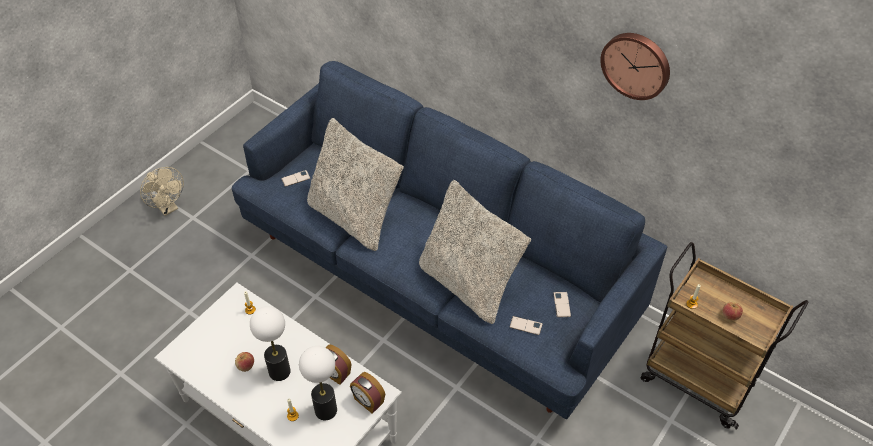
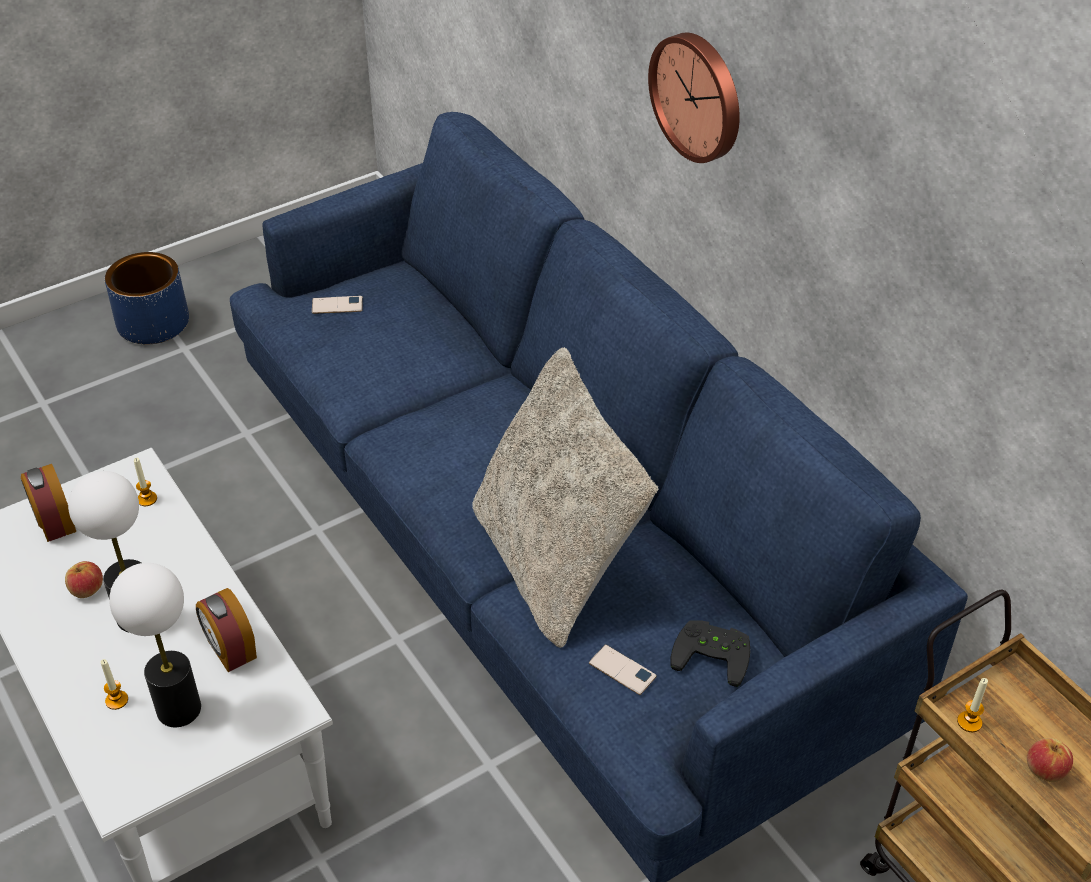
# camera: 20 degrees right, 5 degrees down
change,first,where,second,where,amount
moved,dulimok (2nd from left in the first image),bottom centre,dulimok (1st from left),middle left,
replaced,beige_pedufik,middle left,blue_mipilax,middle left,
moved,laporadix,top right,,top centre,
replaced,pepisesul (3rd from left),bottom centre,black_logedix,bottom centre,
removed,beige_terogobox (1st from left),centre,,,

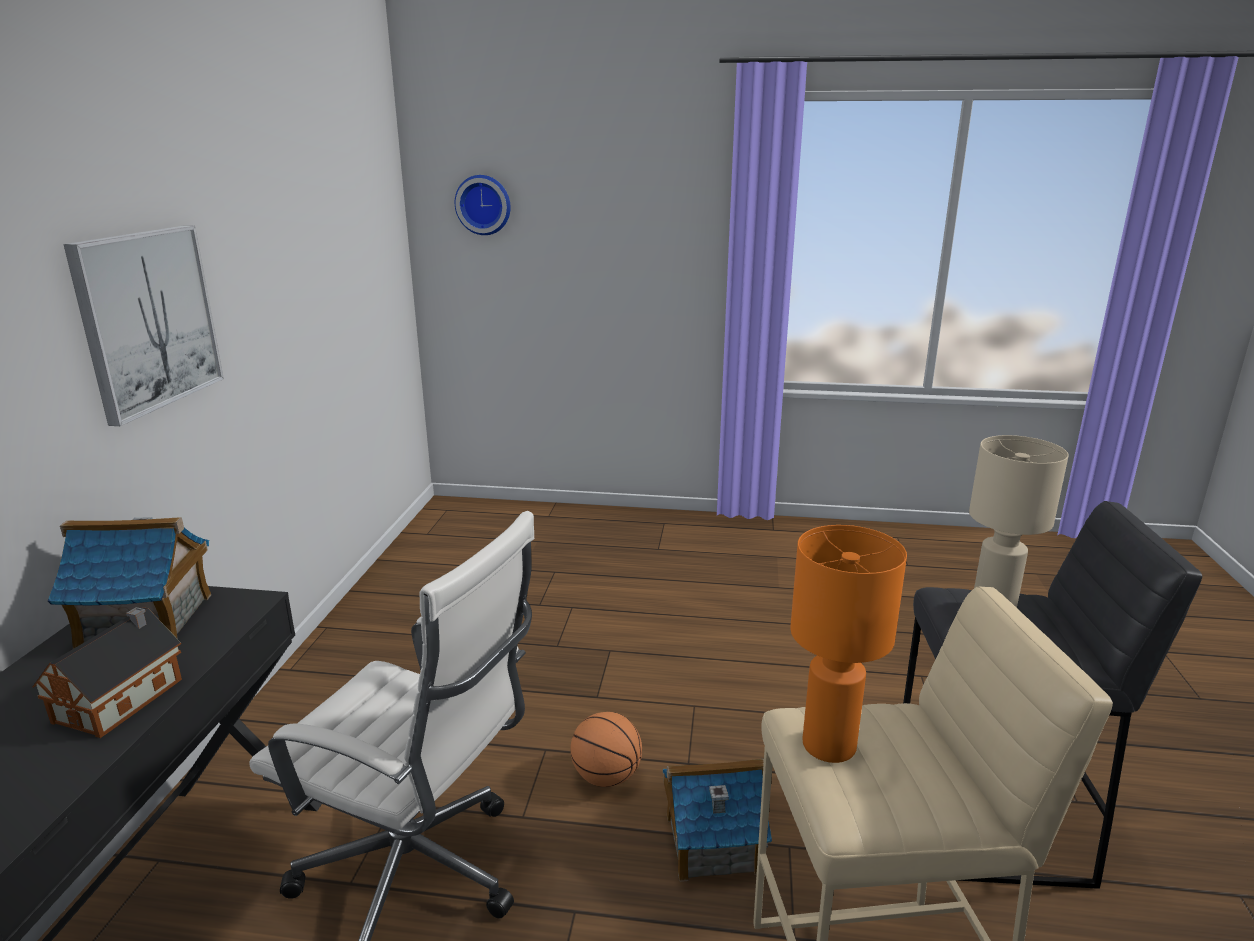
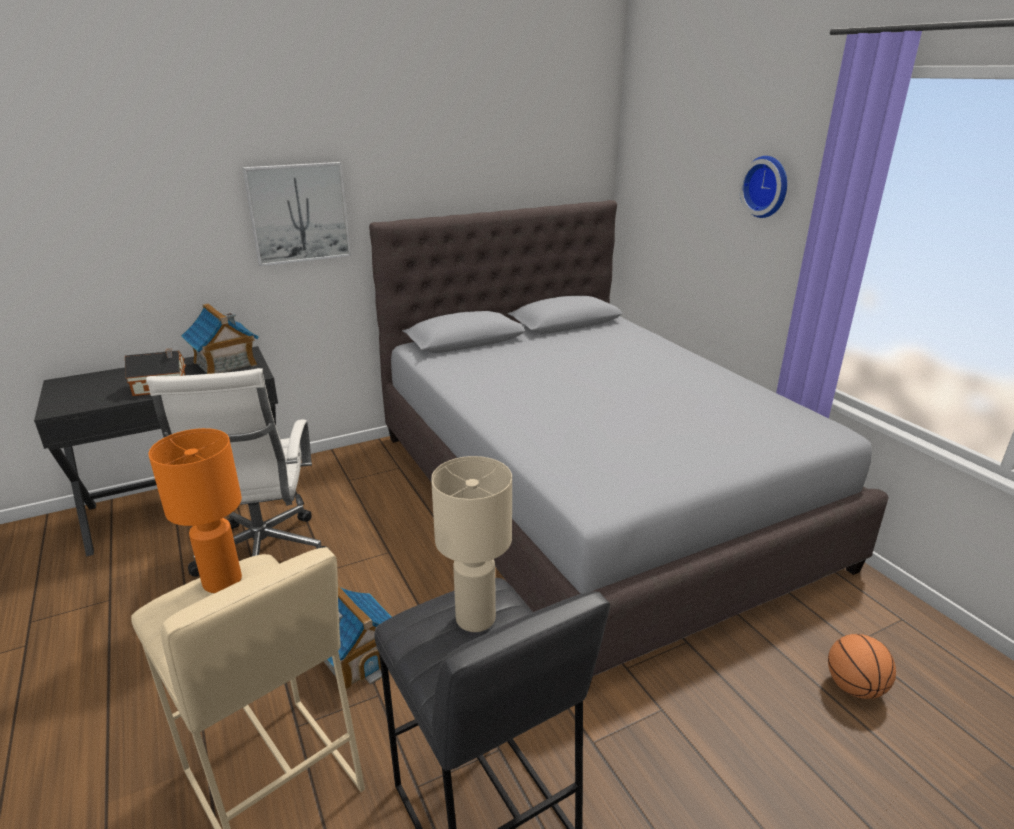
# camera: 55 degrees right, 5 degrees up
change,first,where,second,where,amount
added,,,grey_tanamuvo,centre,
moved,laporadix,top centre,,top right,
moved,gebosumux,bottom centre,,bottom right,

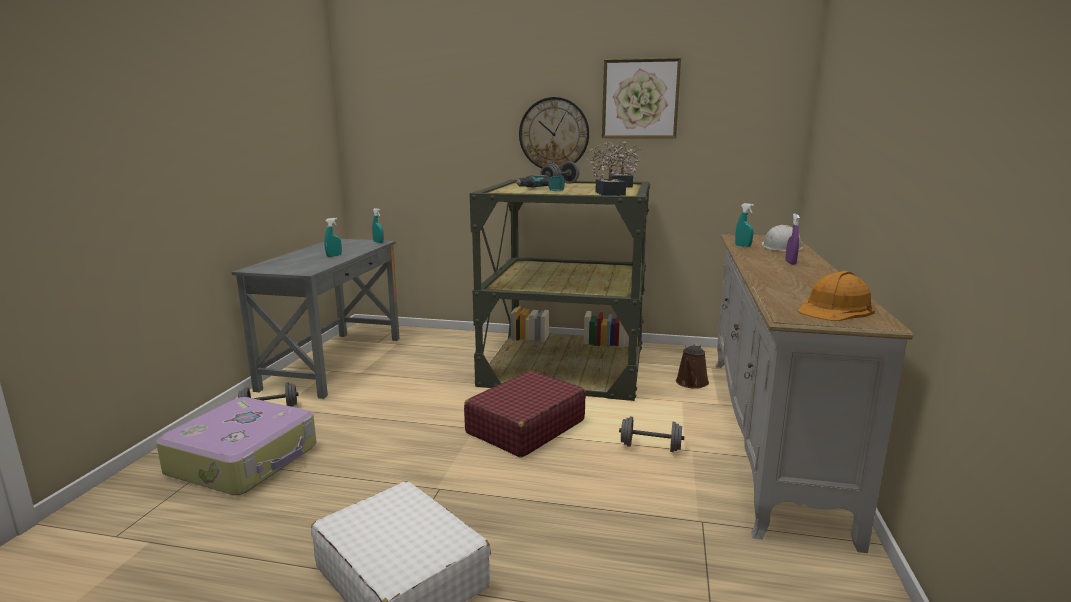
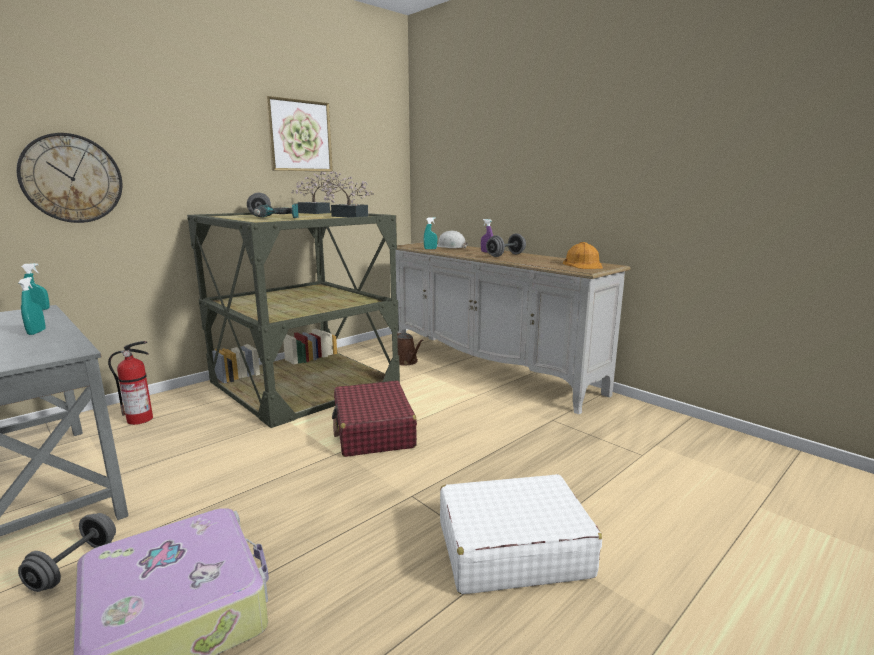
# camera: 55 degrees left, 0 degrees up
change,first,where,second,where,amount
moved,laporadix,top centre,,top left,
added,,,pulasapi,middle left,
moved,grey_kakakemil (3rd from left),bottom centre,,centre,

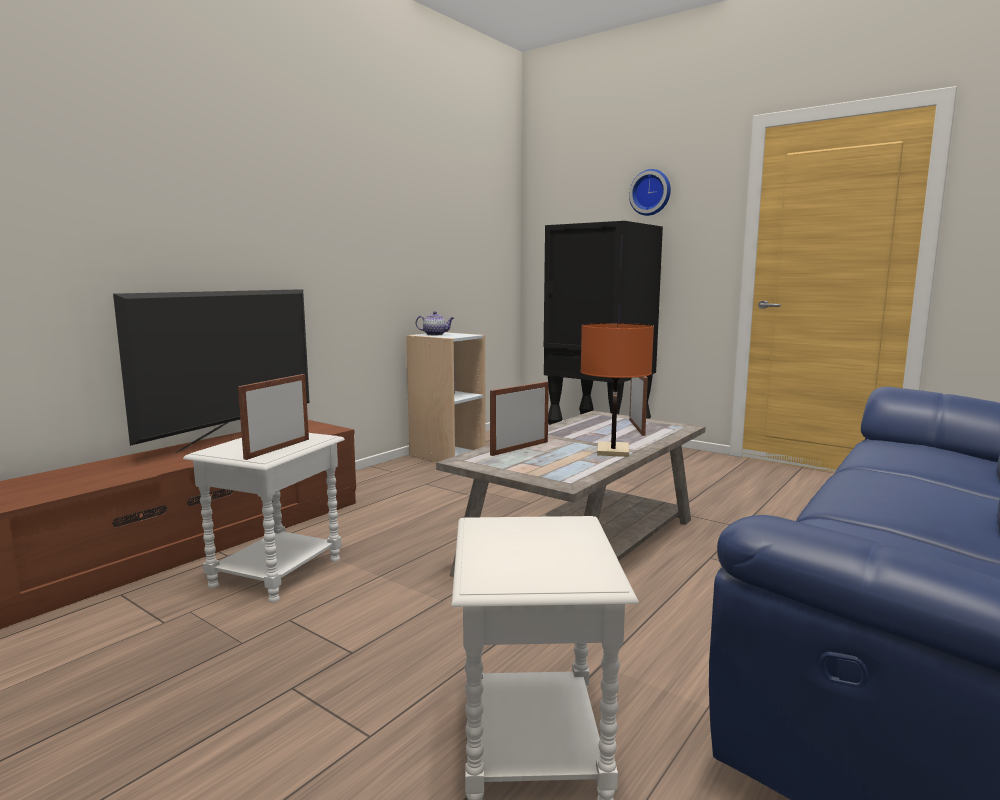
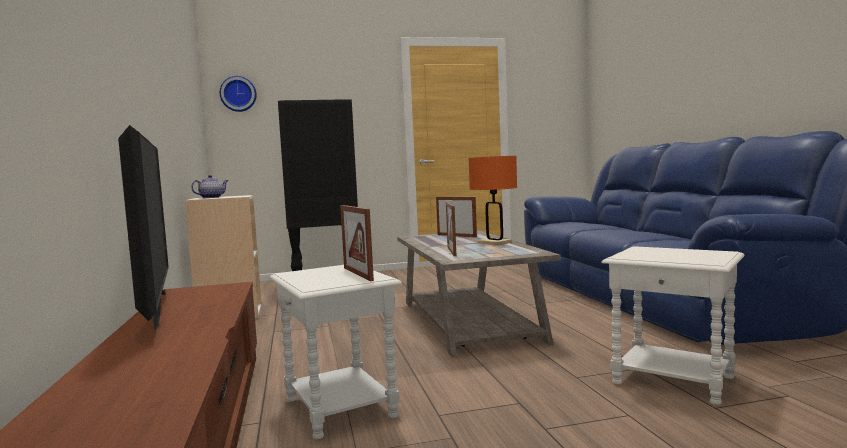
# camera: 50 degrees left, 5 degrees down
change,first,where,second,where,amount
moved,laporadix,top centre,,top left,

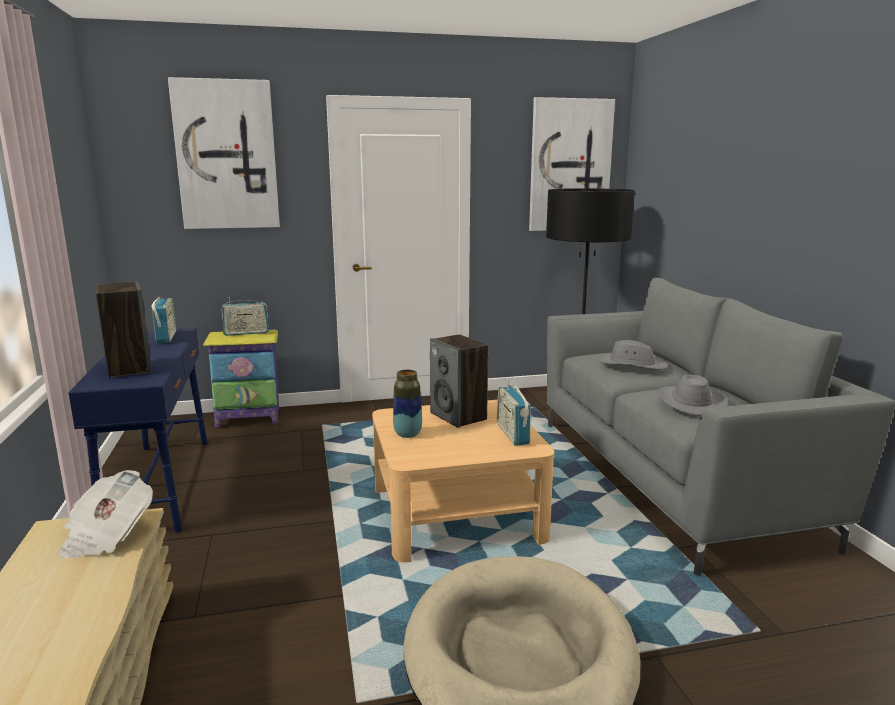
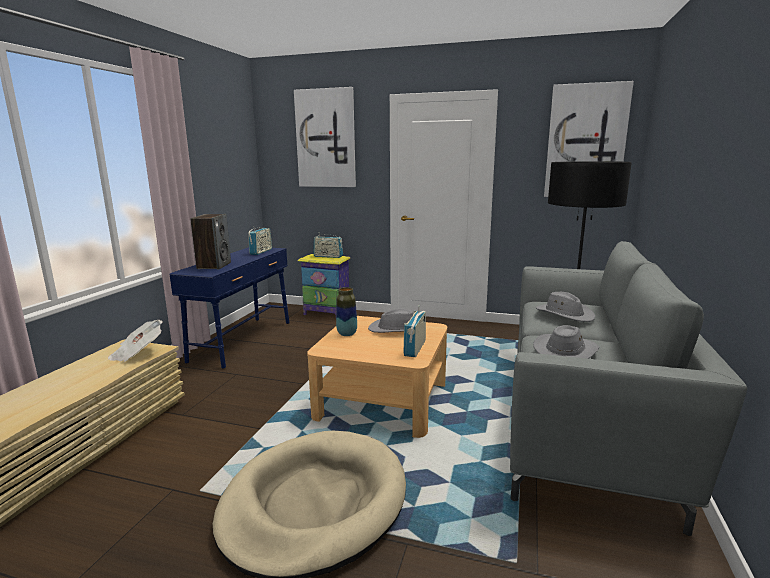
# camera: 30 degrees right, 0 degrees up
change,first,where,second,where,amount
replaced,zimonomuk (2nd from left),centre,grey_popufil (1st from left),centre,

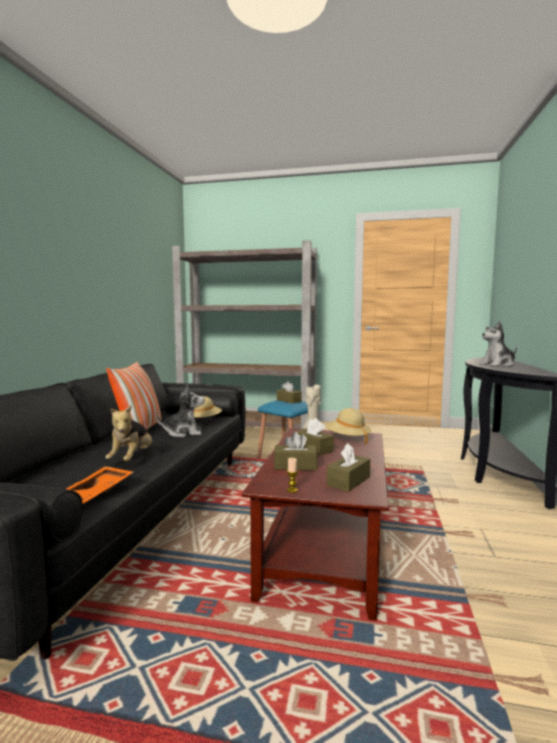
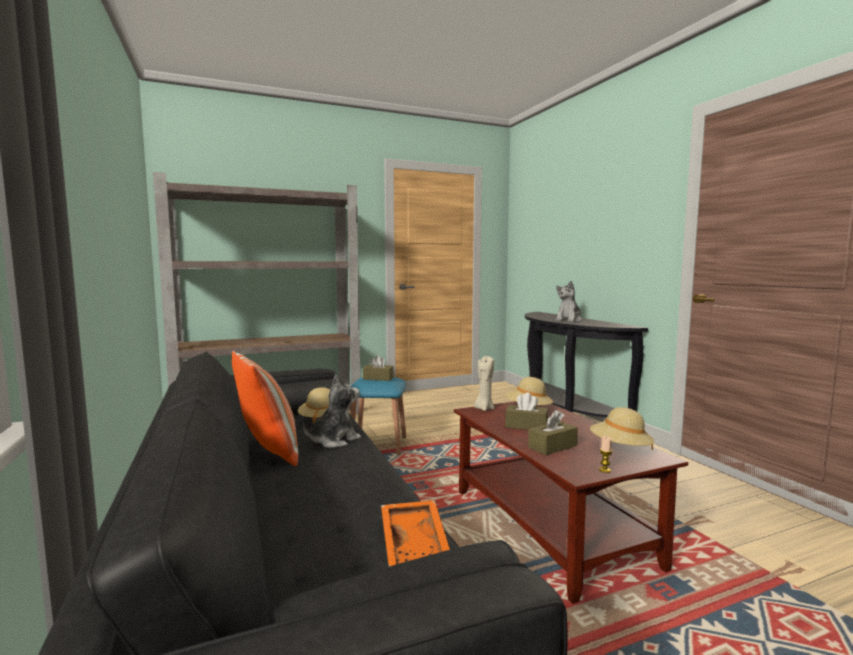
# camera: 35 degrees left, 0 degrees up
change,first,where,second,where,amount
replaced,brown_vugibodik (4th from left),centre,beige_popufil (3rd from left),middle right,
removed,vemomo (1st from left),middle left,,,

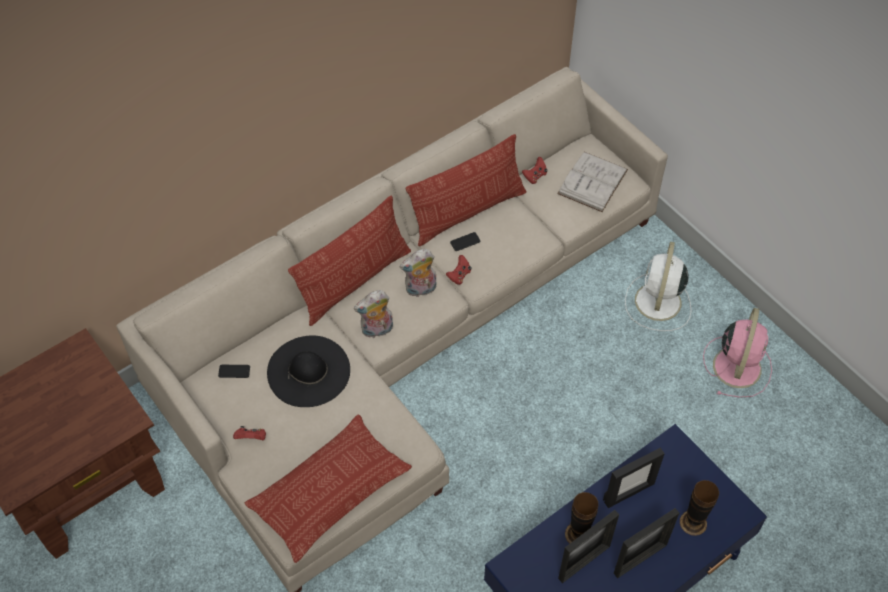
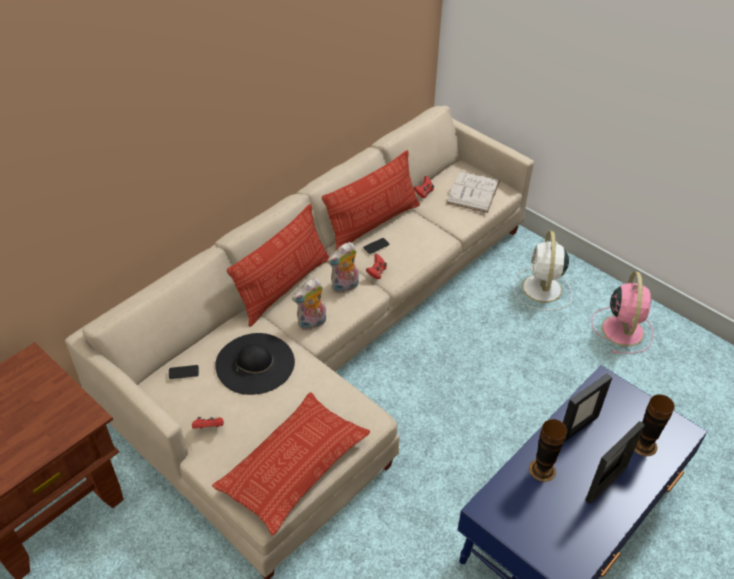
# camera: 10 degrees left, 10 degrees down
change,first,where,second,where,amount
removed,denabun (1st from left),bottom centre,,,

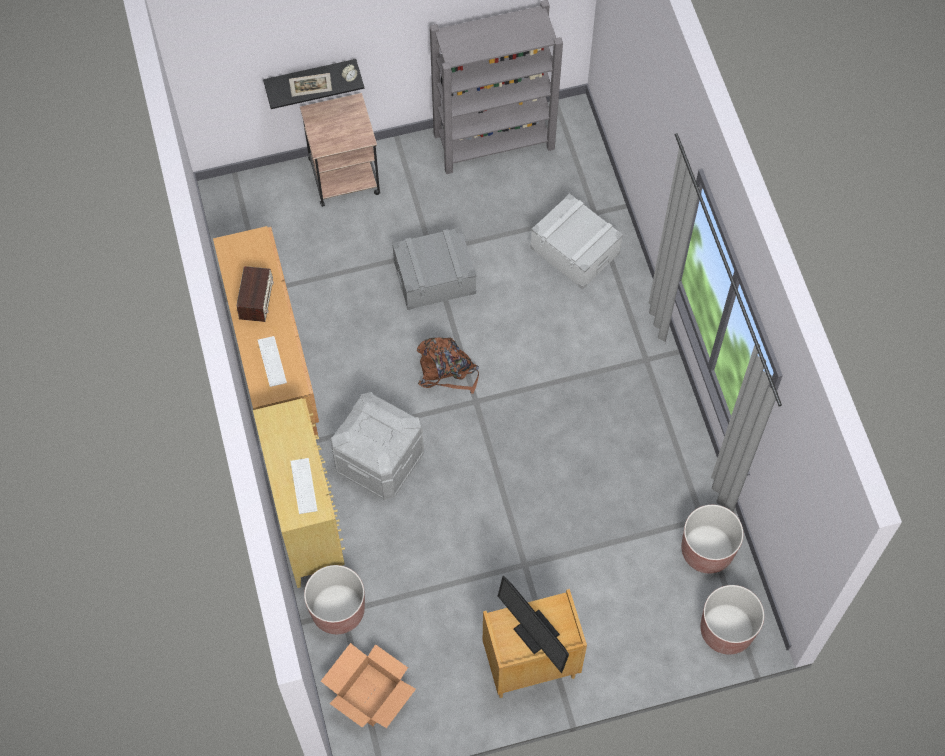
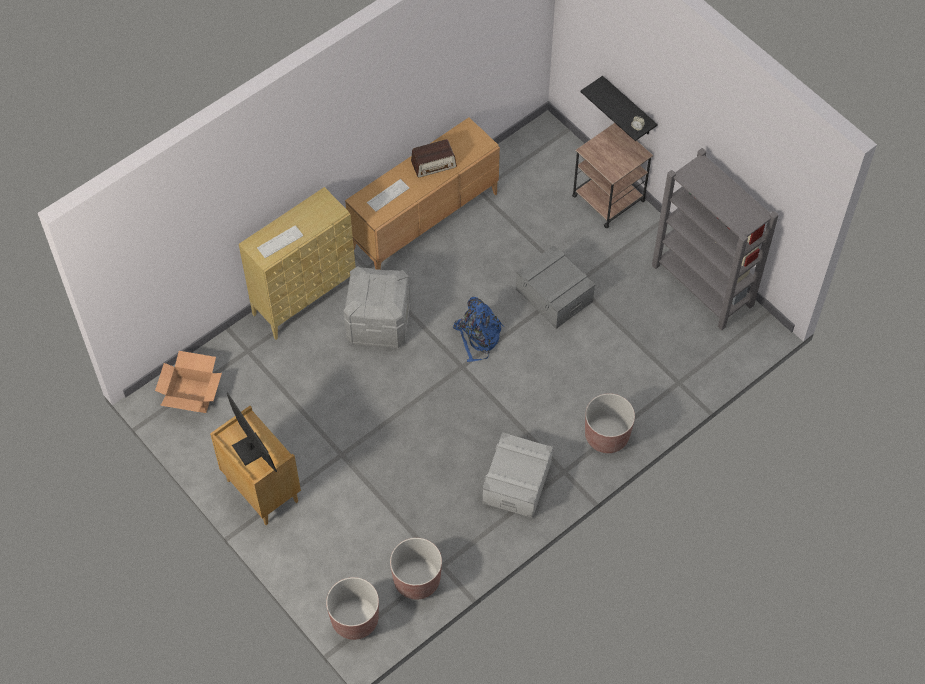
# camera: 65 degrees right, 5 degrees down
change,first,where,second,where,amount
turned,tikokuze,bottom centre,,middle left,120 degrees clockwise
recoloured,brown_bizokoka,centre,blue_bizokoka,centre,
moved,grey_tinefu (3rd from left in the first image),top centre,grey_tinefu (2nd from left),bottom centre,
moved,brown_mipilax (1st from left in the first image),bottom centre,brown_mipilax (3rd from left),centre,
removed,denabun,top left,,,

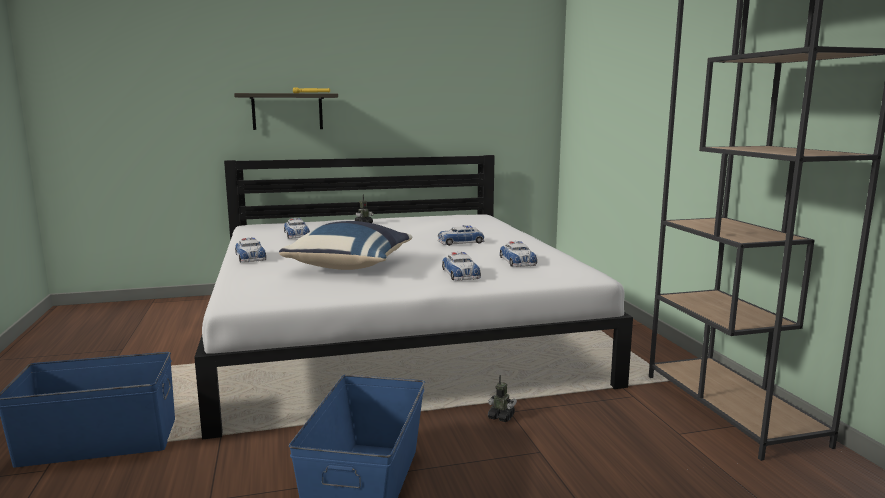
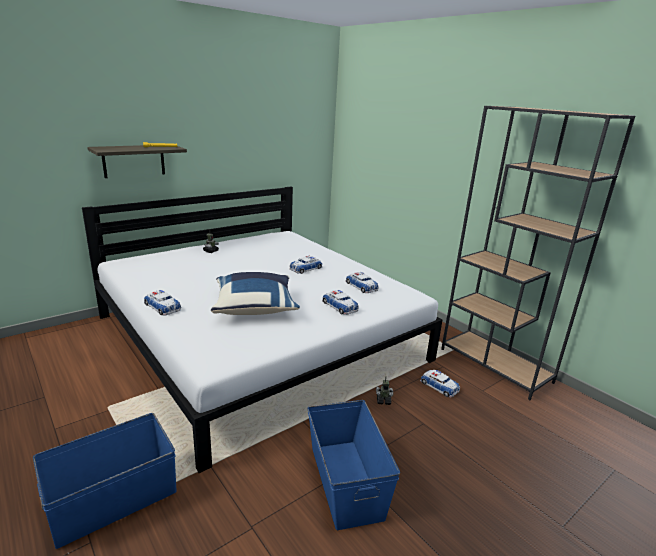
# camera: 25 degrees left, 10 degrees up
change,first,where,second,where,amount
moved,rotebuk (2nd from left in the first image),centre,rotebuk (5th from left),bottom right,

